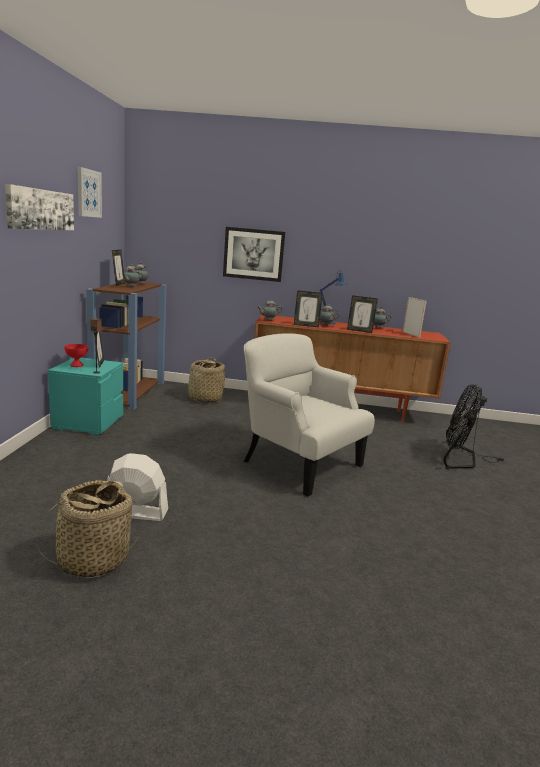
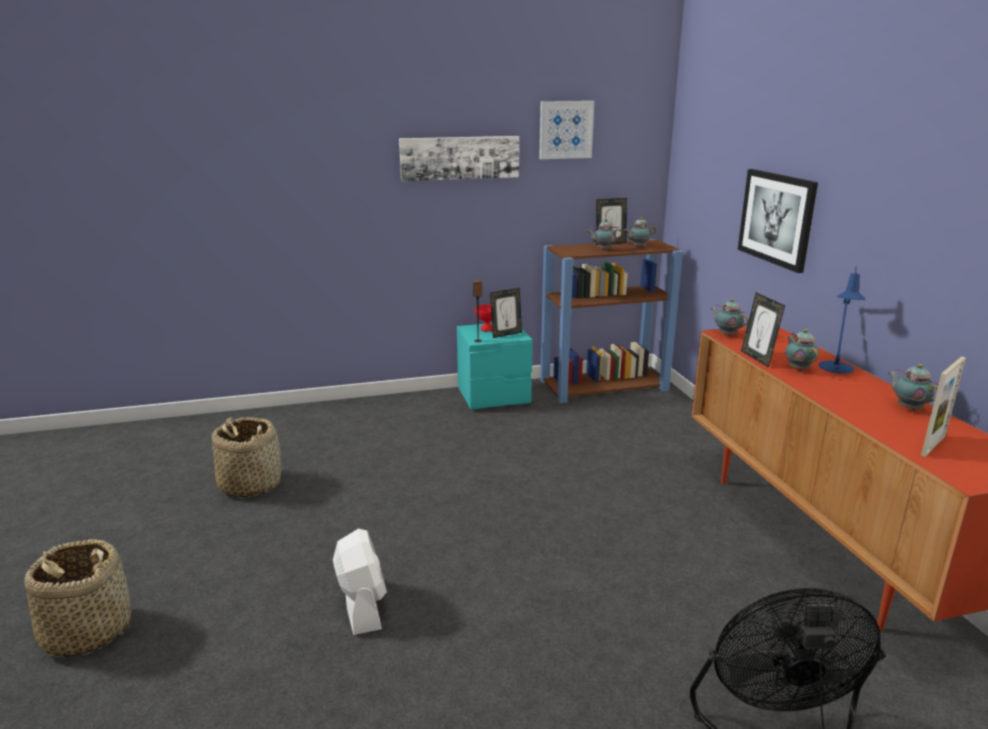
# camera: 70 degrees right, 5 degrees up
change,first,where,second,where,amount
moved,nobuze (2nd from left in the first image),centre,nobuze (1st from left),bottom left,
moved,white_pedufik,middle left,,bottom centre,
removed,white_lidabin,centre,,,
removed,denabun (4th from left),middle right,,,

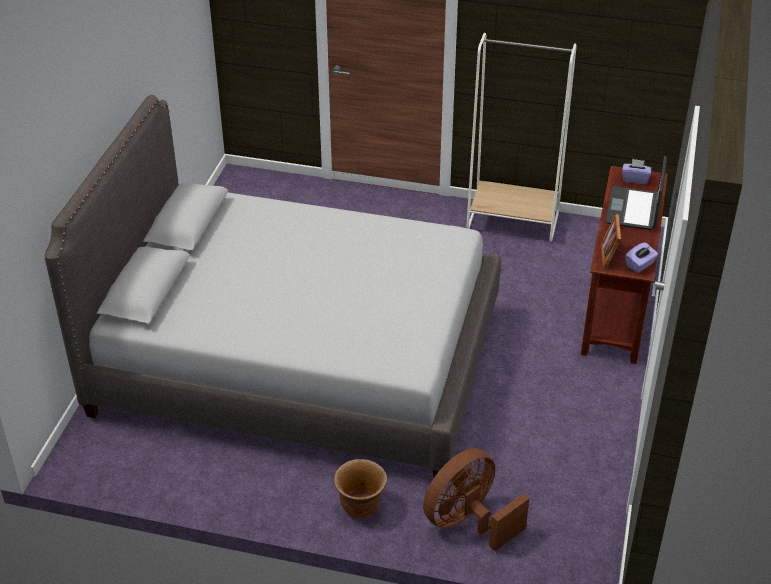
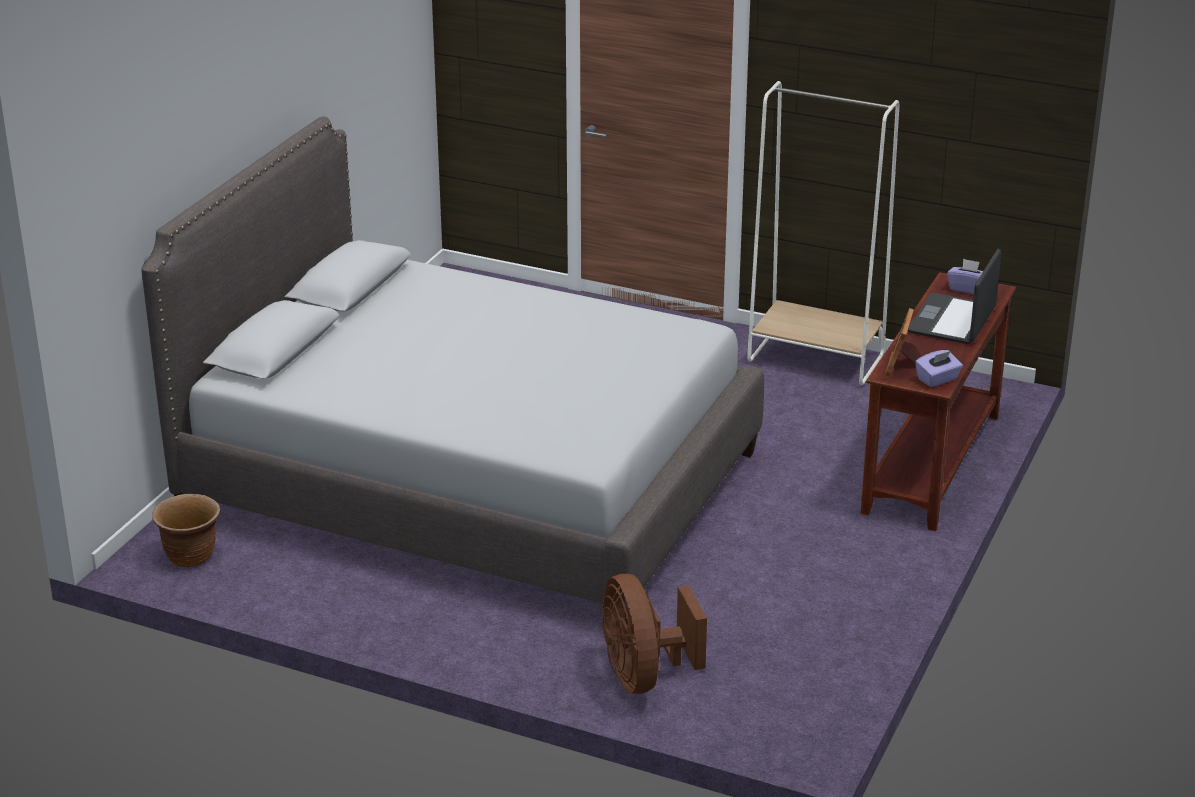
# camera: 10 degrees right, 10 degrees down
change,first,where,second,where,amount
moved,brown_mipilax,bottom centre,,middle left,
turned,brown_pedufik,bottom centre,,bottom centre,75 degrees counterclockwise

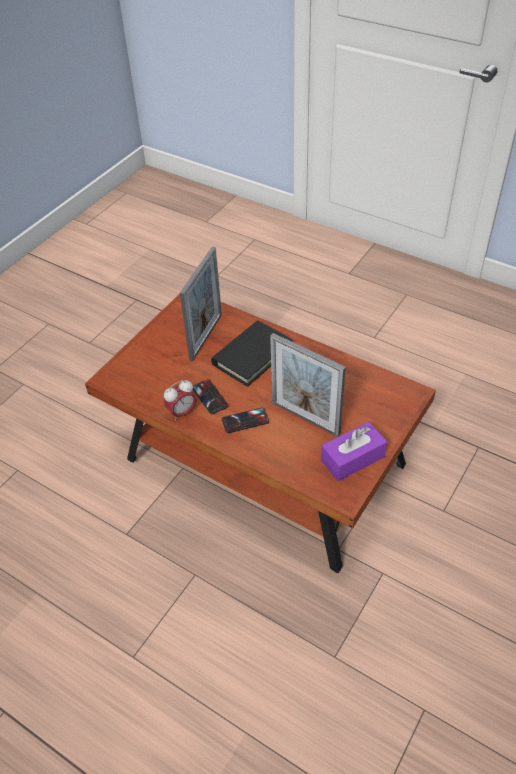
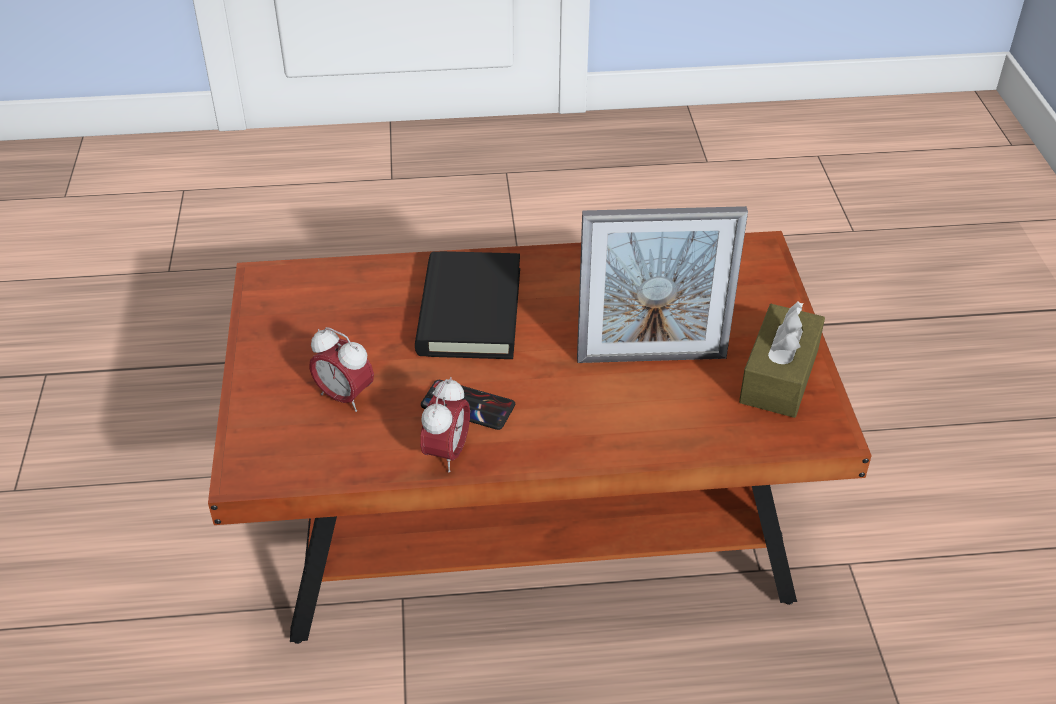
# camera: 40 degrees left, 5 degrees down
change,first,where,second,where,amount
added,,,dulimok (1st from left),middle left,
recoloured,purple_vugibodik,middle right,brown_vugibodik,middle right,
removed,denabun (1st from left),centre,,,
removed,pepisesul (2nd from left),centre,,,

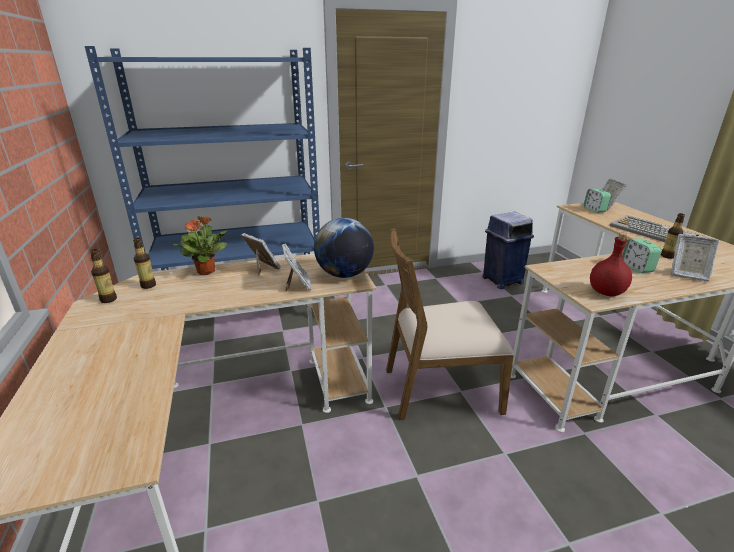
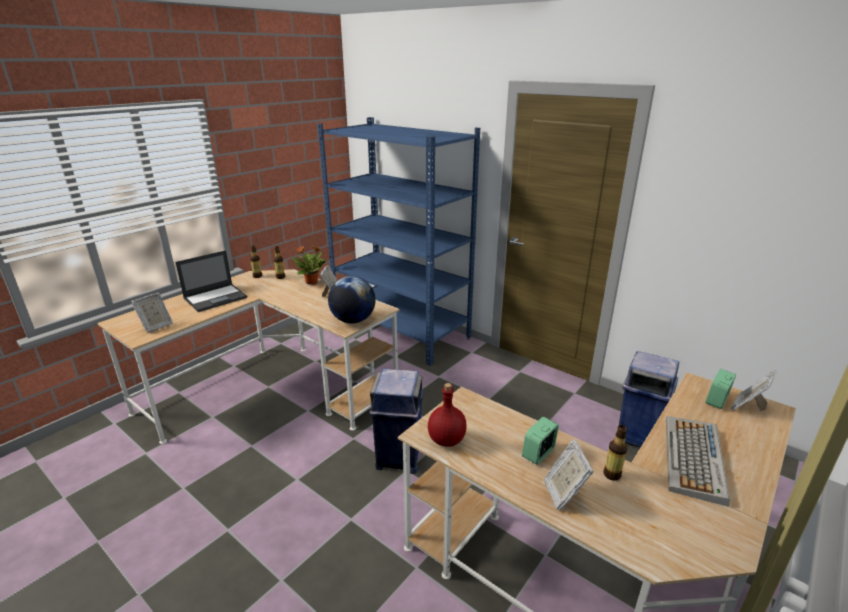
# camera: 55 degrees right, 0 degrees up
change,first,where,second,where,amount
moved,denabun (2nd from left in the first image),centre,denabun (1st from left),middle left,
added,,,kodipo,middle left,
replaced,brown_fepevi,centre,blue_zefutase (1st from left),bottom centre,

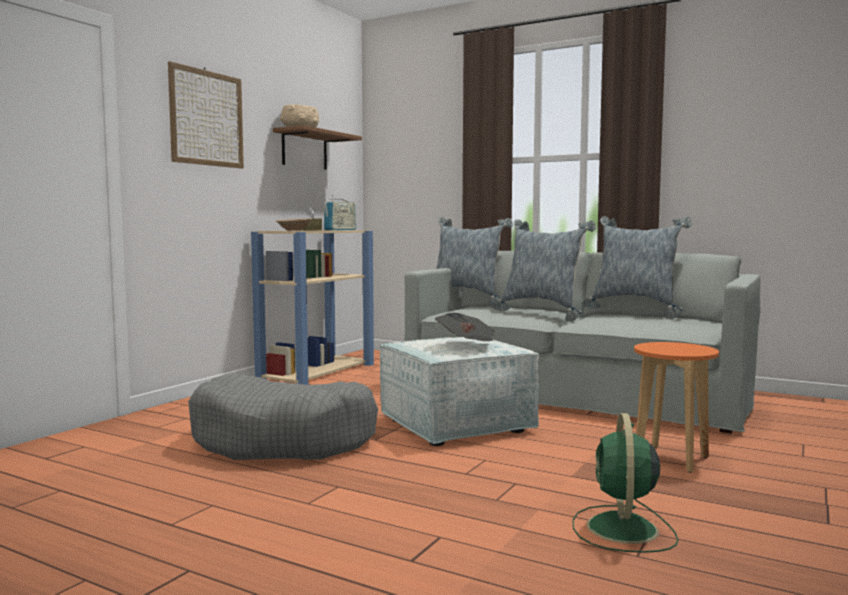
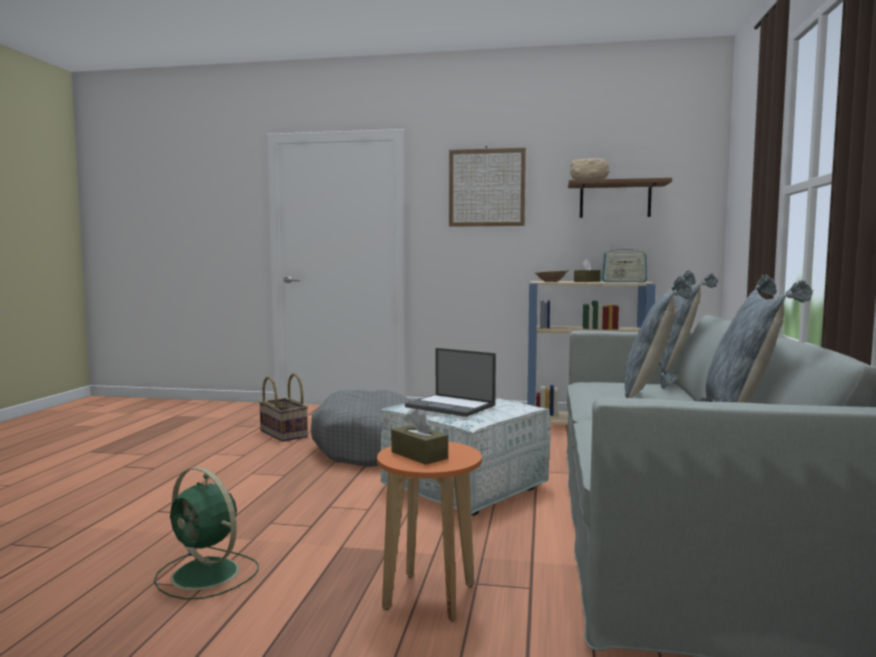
# camera: 70 degrees right, 0 degrees up
change,first,where,second,where,amount
turned,green_pedufik,bottom right,,bottom left,135 degrees counterclockwise
added,,,nobuze,middle left,
added,,,brown_vugibodik (1st from left),centre,
replaced,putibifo,centre,kodipo,centre,

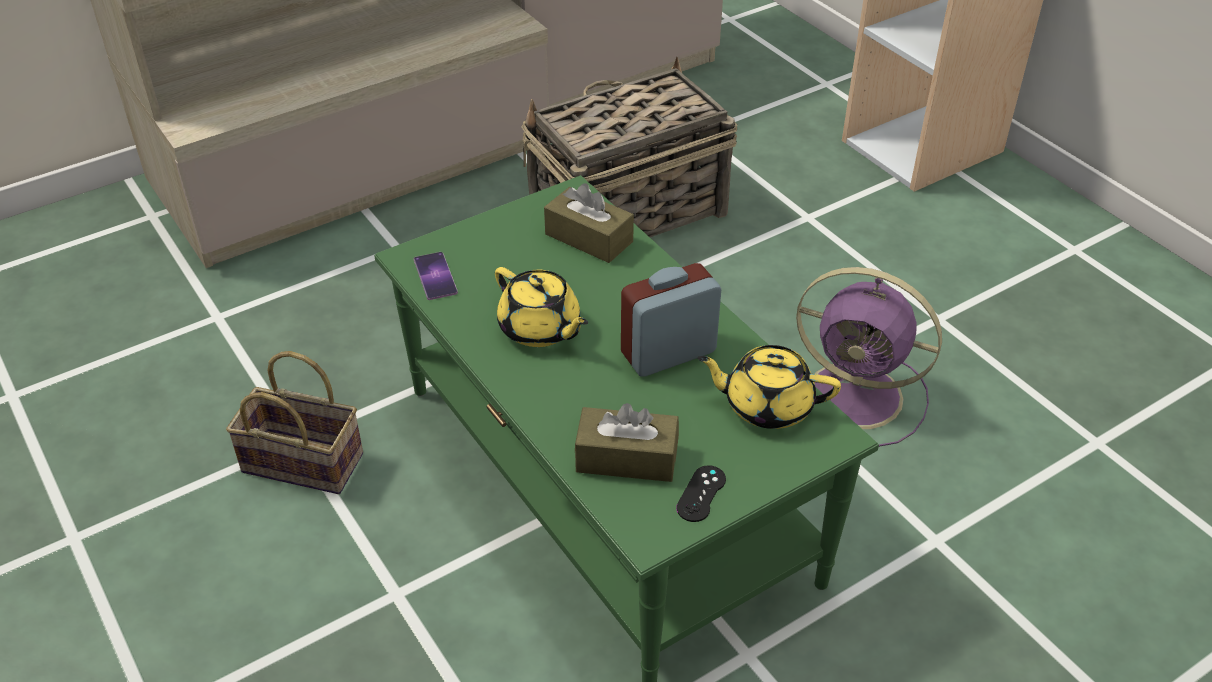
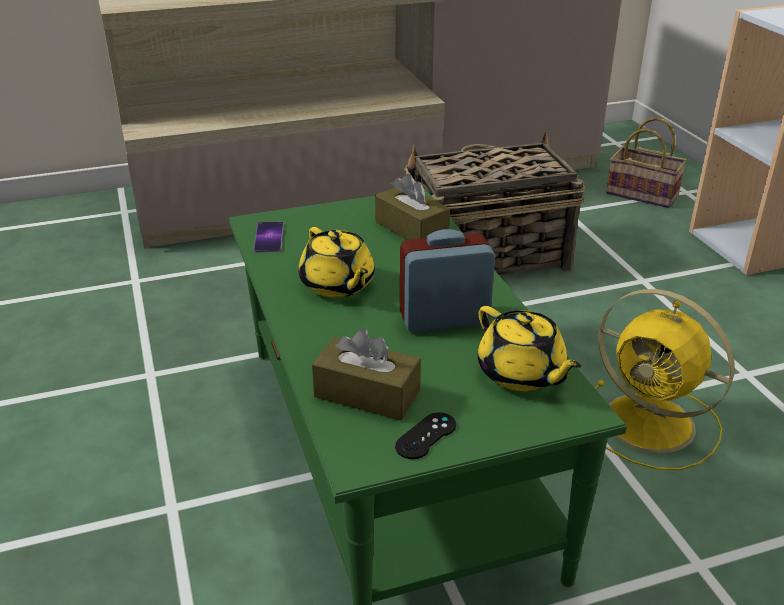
# camera: 15 degrees right, 10 degrees down
change,first,where,second,where,amount
turned,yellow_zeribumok (2nd from left),centre,,middle right,150 degrees counterclockwise
recoloured,purple_pedufik,middle right,yellow_pedufik,middle right,
moved,nobuze (1st from left in the first image),middle left,nobuze (2nd from left),top right,

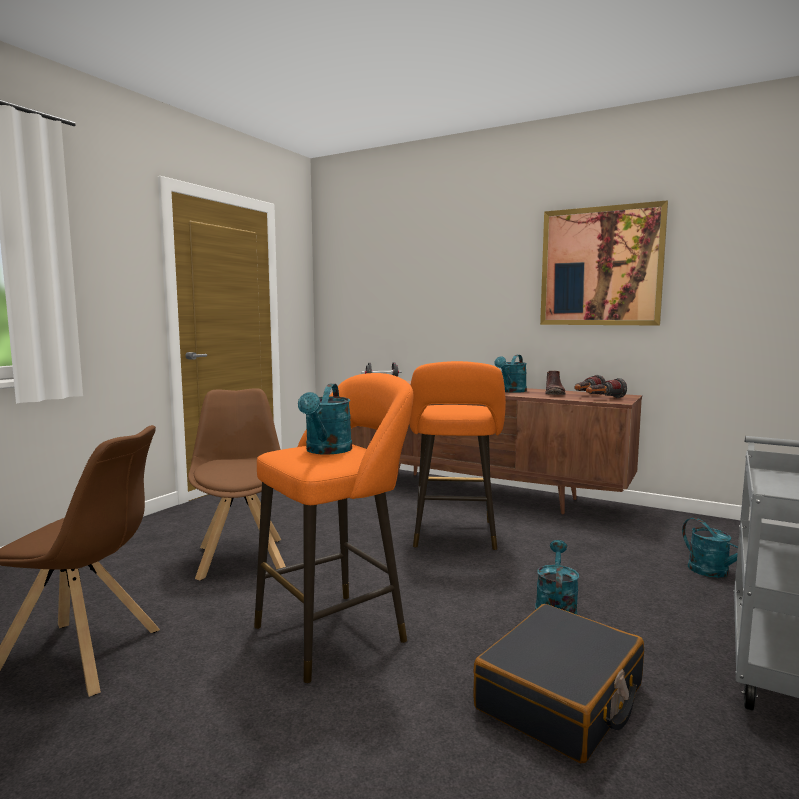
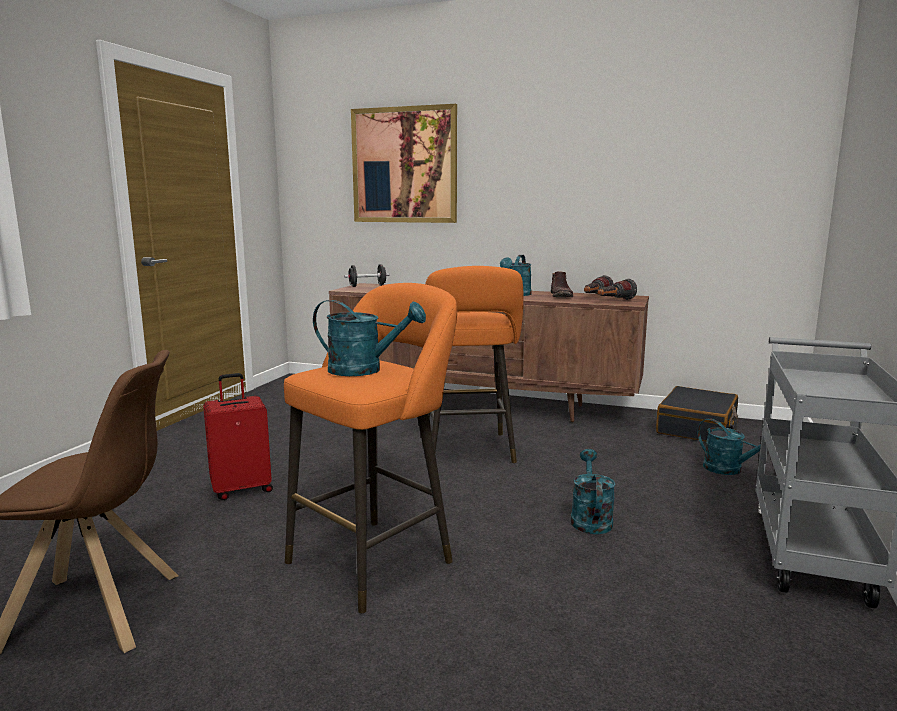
# camera: 10 degrees left, 5 degrees up
change,first,where,second,where,amount
replaced,brown_fepevi (2nd from left),middle left,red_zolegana,middle left,
turned,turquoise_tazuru (1st from left),centre,,centre,75 degrees counterclockwise
moved,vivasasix,top right,,top centre,
moved,black_zolegana,bottom right,,middle right,

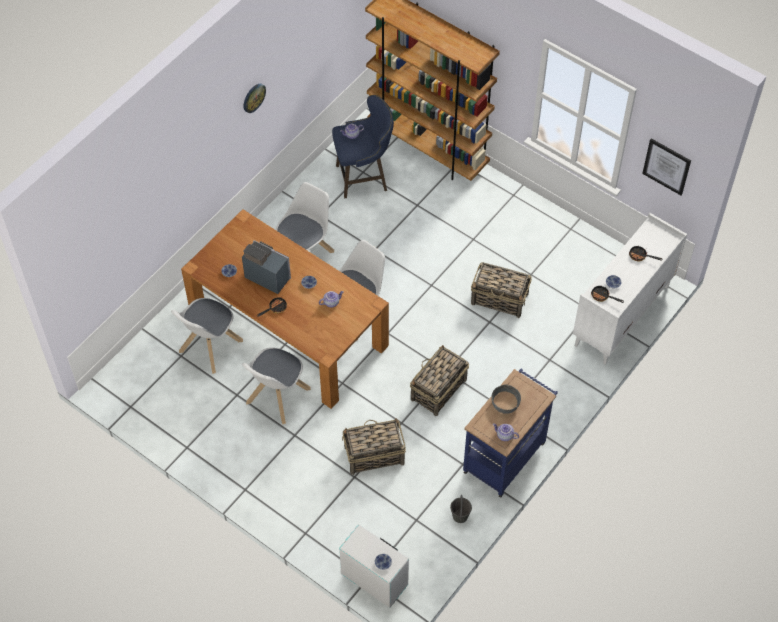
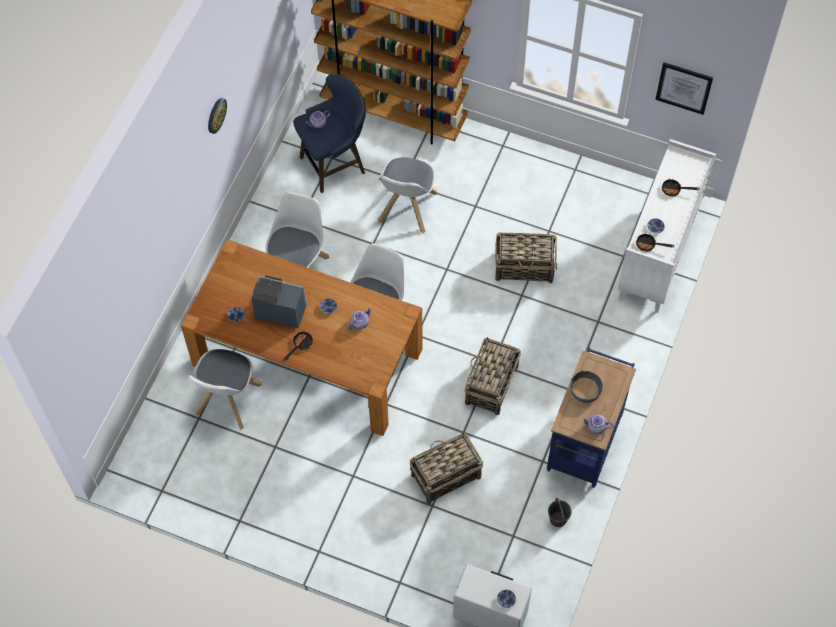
# camera: 15 degrees left, 5 degrees up
change,first,where,second,where,amount
moved,fepevi (2nd from left in the first image),centre,fepevi (4th from left),top centre,

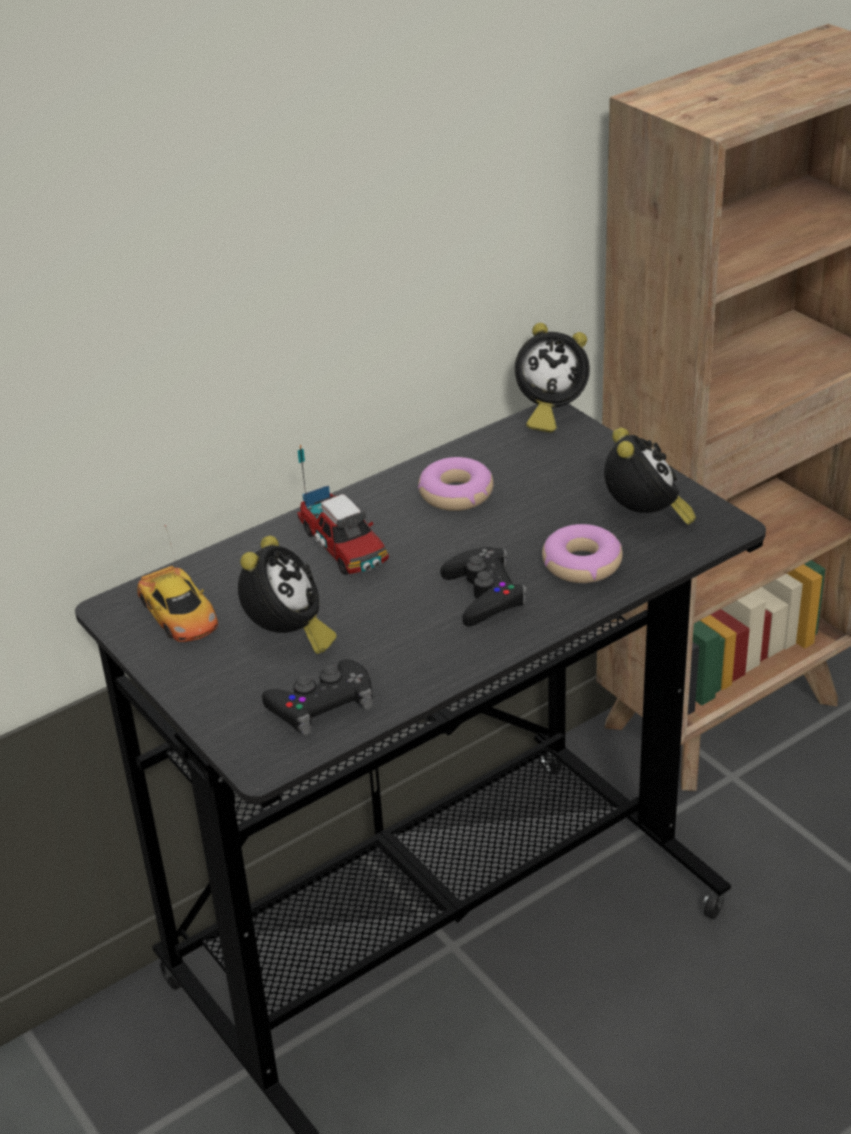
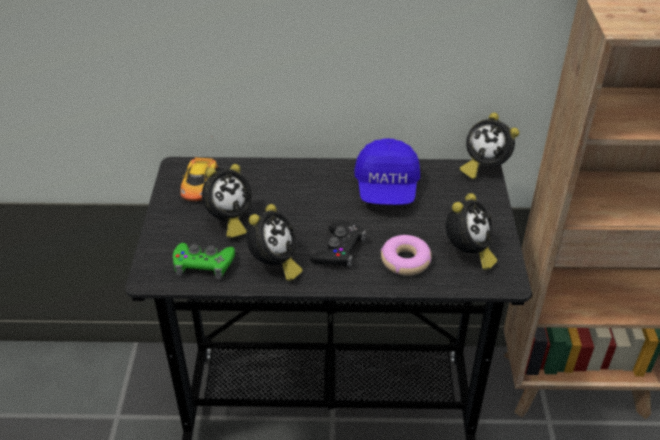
# camera: 35 degrees right, 5 degrees up
change,first,where,second,where,amount
recoloured,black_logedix (1st from left),centre,green_logedix,middle left,
added,,,dulimok (2nd from left),centre,
replaced,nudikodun (1st from left),centre,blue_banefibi,centre,
removed,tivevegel,centre,,,

